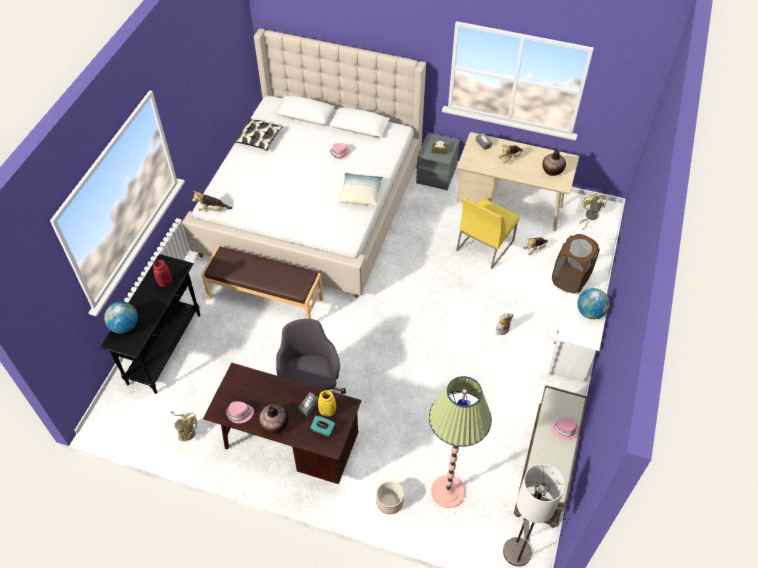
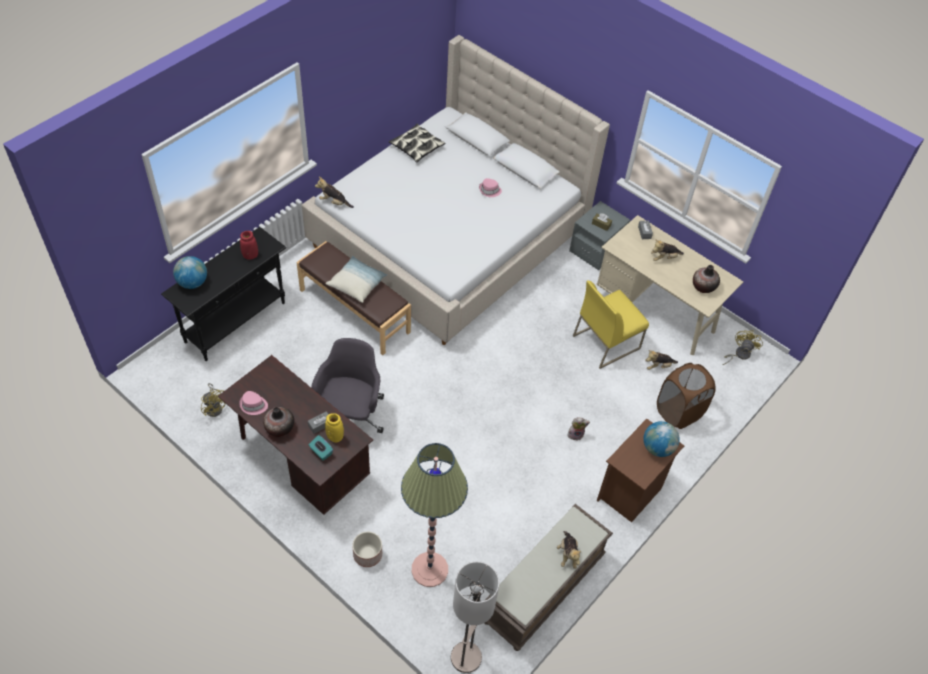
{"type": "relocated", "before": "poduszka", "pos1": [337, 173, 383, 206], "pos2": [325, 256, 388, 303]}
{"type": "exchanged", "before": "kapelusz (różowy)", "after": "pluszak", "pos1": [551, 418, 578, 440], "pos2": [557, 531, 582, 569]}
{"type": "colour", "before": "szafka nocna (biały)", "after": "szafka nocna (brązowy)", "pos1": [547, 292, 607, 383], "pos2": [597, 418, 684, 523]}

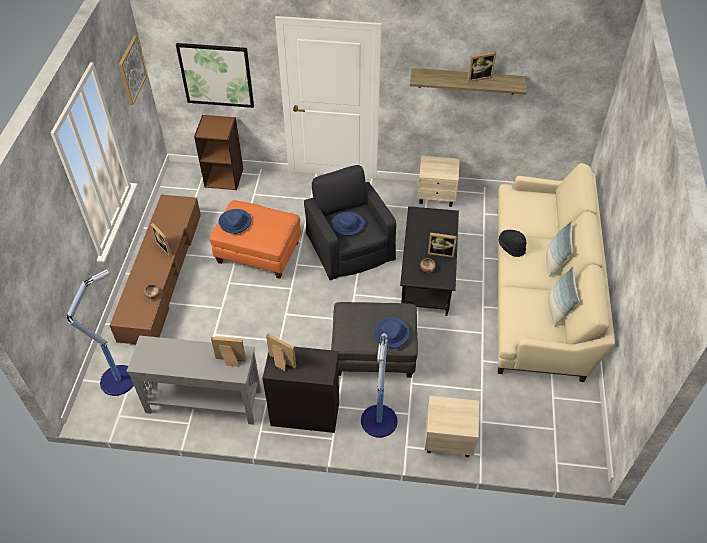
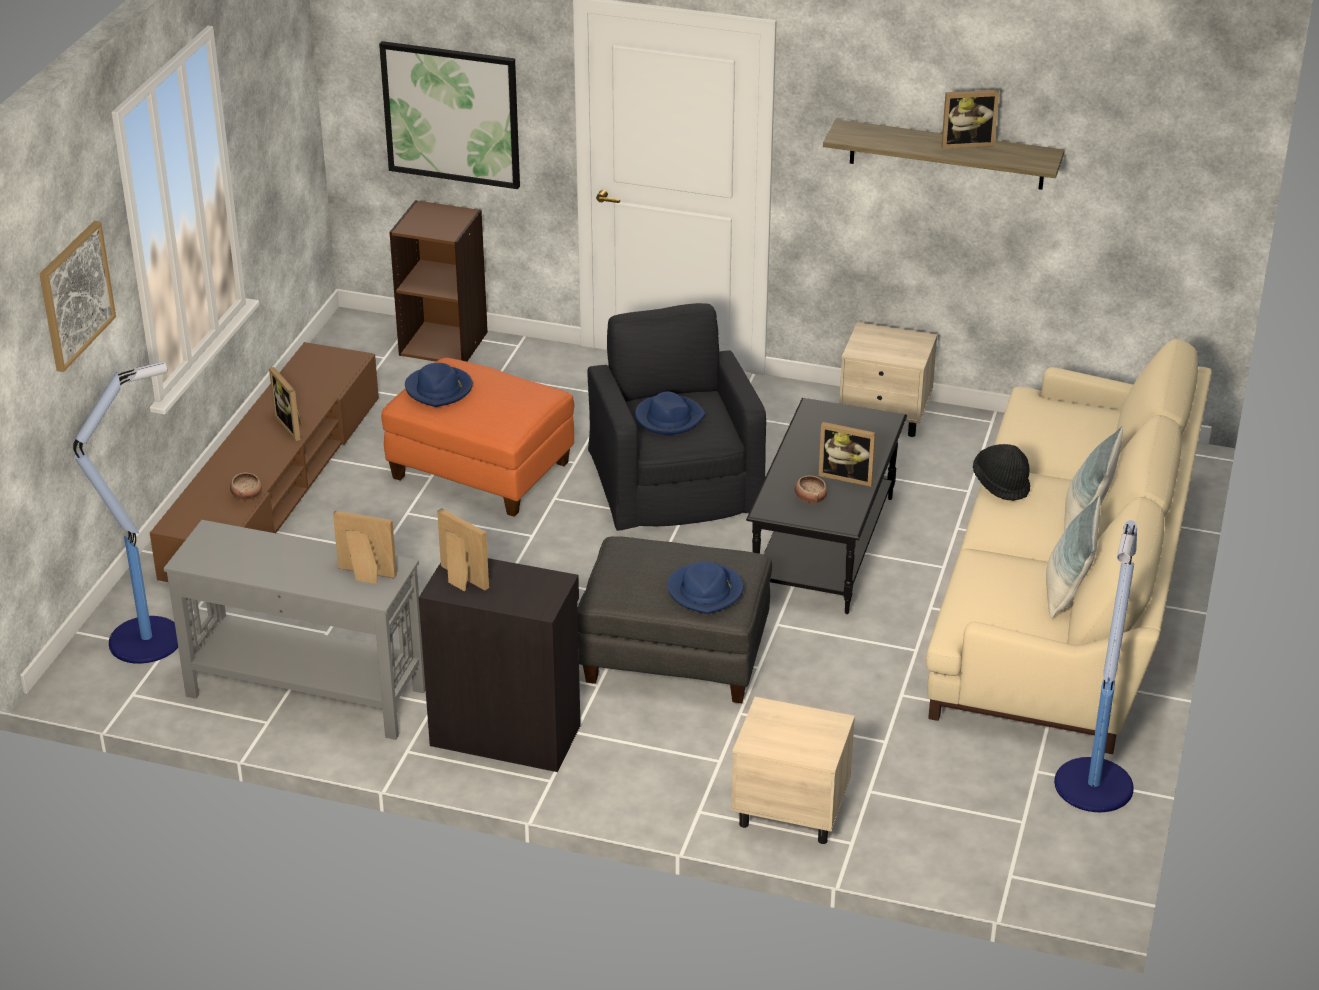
{"type": "relocated", "before": "obraz", "pos1": [119, 36, 147, 105], "pos2": [39, 221, 116, 372]}
{"type": "relocated", "before": "lampa stojąca", "pos1": [361, 333, 397, 438], "pos2": [1054, 520, 1137, 812]}

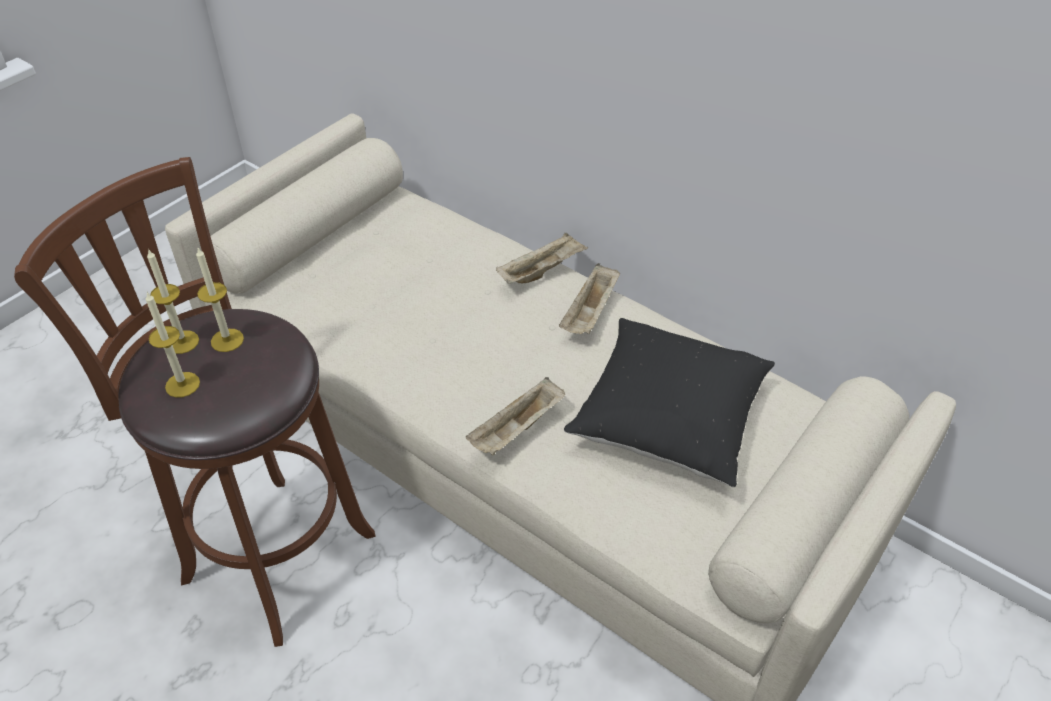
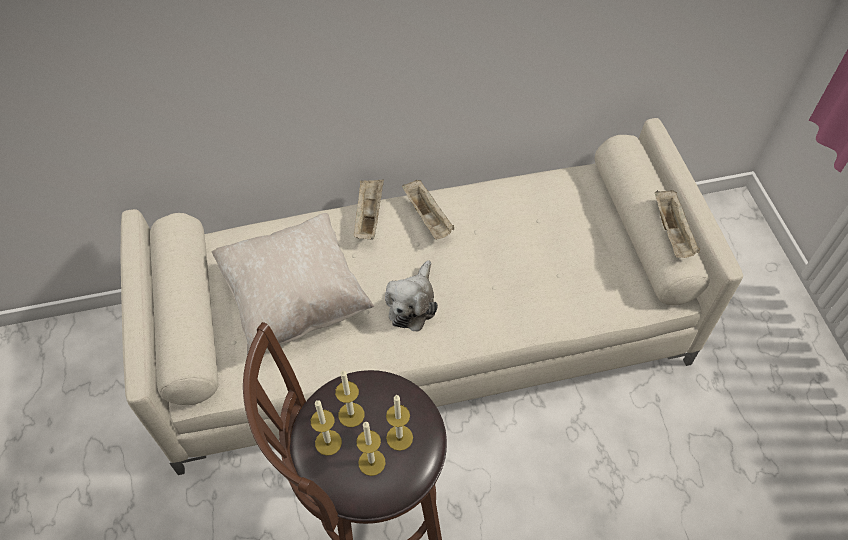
{"type": "appeared", "after": "poduszka (beżowy)", "pos2": [211, 213, 375, 355]}
{"type": "appeared", "after": "pluszak", "pos2": [385, 260, 438, 332]}
{"type": "appeared", "after": "świeca", "pos2": [386, 395, 413, 451]}
{"type": "relocated", "before": "taca (beżowy)", "pos1": [466, 377, 565, 456], "pos2": [655, 190, 700, 258]}
{"type": "missing", "before": "poduszka (czarny)", "pos1": [564, 318, 775, 487]}

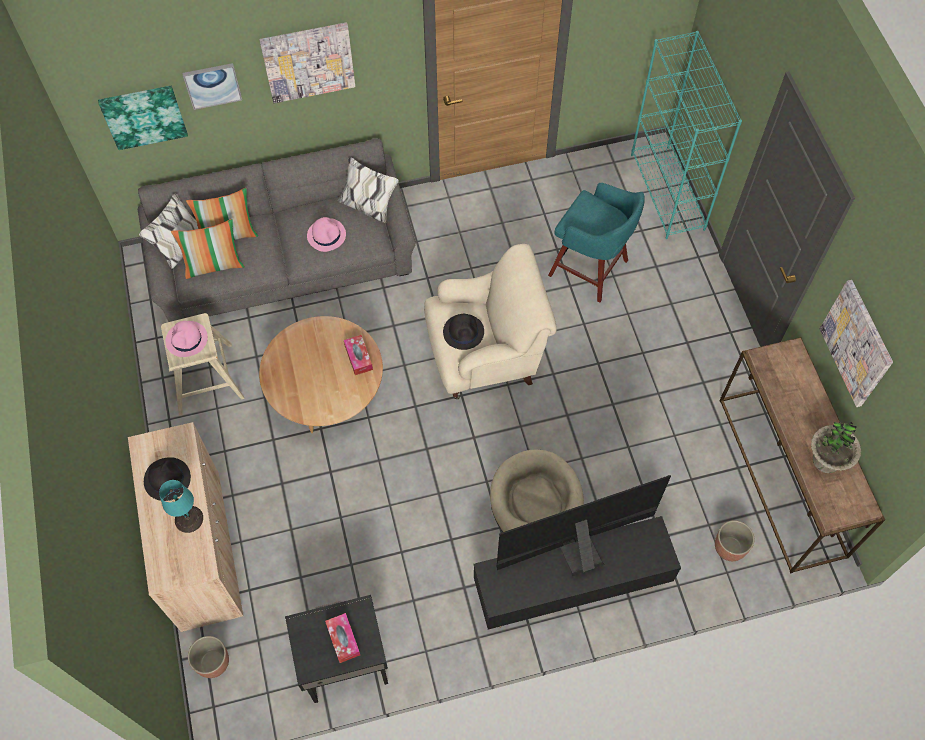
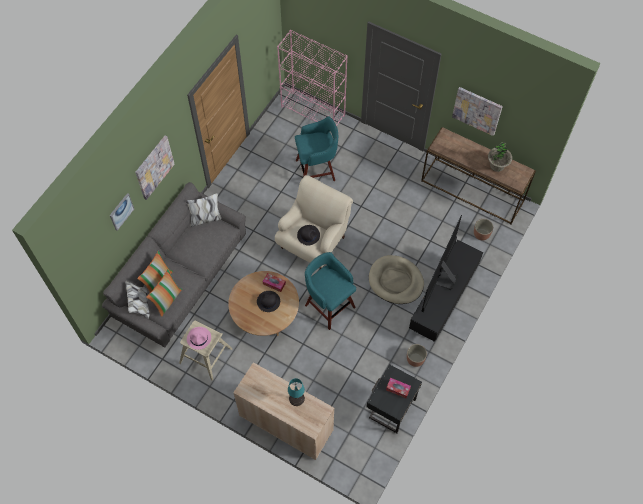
{"type": "relocated", "before": "kapelusz (czarny)", "pos1": [144, 457, 191, 501], "pos2": [257, 291, 280, 312]}
{"type": "colour", "before": "regał (turkusowy)", "after": "regał (różowy)", "pos1": [631, 31, 742, 239], "pos2": [277, 30, 348, 126]}
{"type": "appeared", "after": "stołek (turkusowy)", "pos2": [305, 252, 356, 330]}
{"type": "relocated", "before": "donica", "pos1": [188, 636, 229, 678], "pos2": [407, 344, 427, 367]}
{"type": "missing", "before": "obraz", "pos1": [98, 86, 188, 150]}
{"type": "missing", "before": "kapelusz (różowy)", "pos1": [307, 217, 346, 252]}

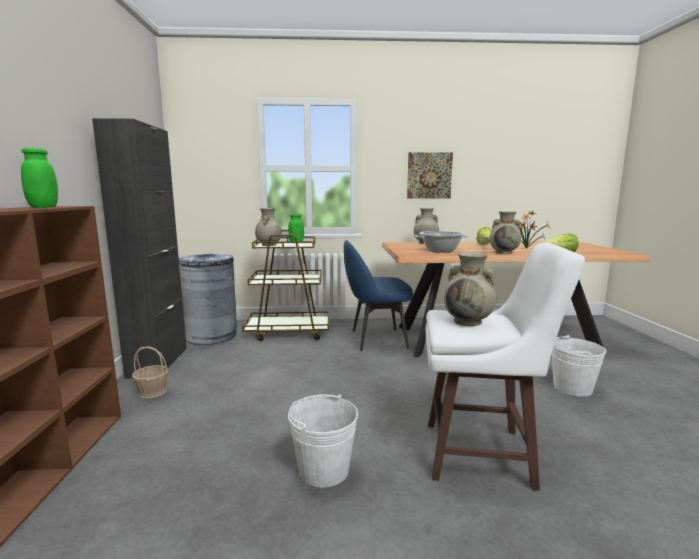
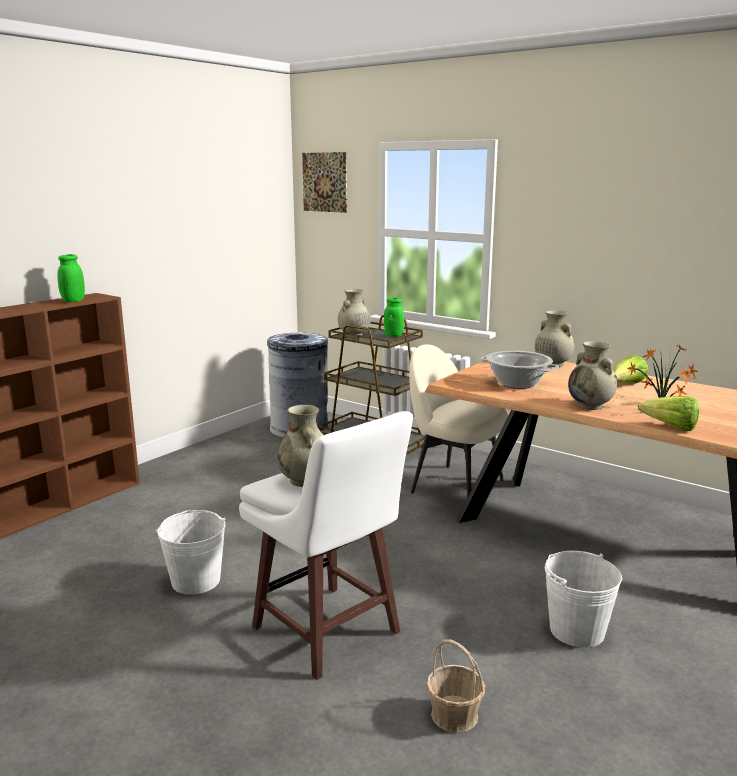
{"type": "relocated", "before": "obraz", "pos1": [407, 152, 453, 198], "pos2": [302, 152, 347, 213]}
{"type": "colour", "before": "krzesło (niebieski)", "after": "krzesło (beżowy)", "pos1": [344, 240, 413, 351], "pos2": [409, 344, 508, 498]}
{"type": "relocated", "before": "koszyk", "pos1": [132, 346, 169, 399], "pos2": [426, 639, 485, 733]}
{"type": "missing", "before": "szafka (czarny)", "pos1": [92, 118, 187, 379]}

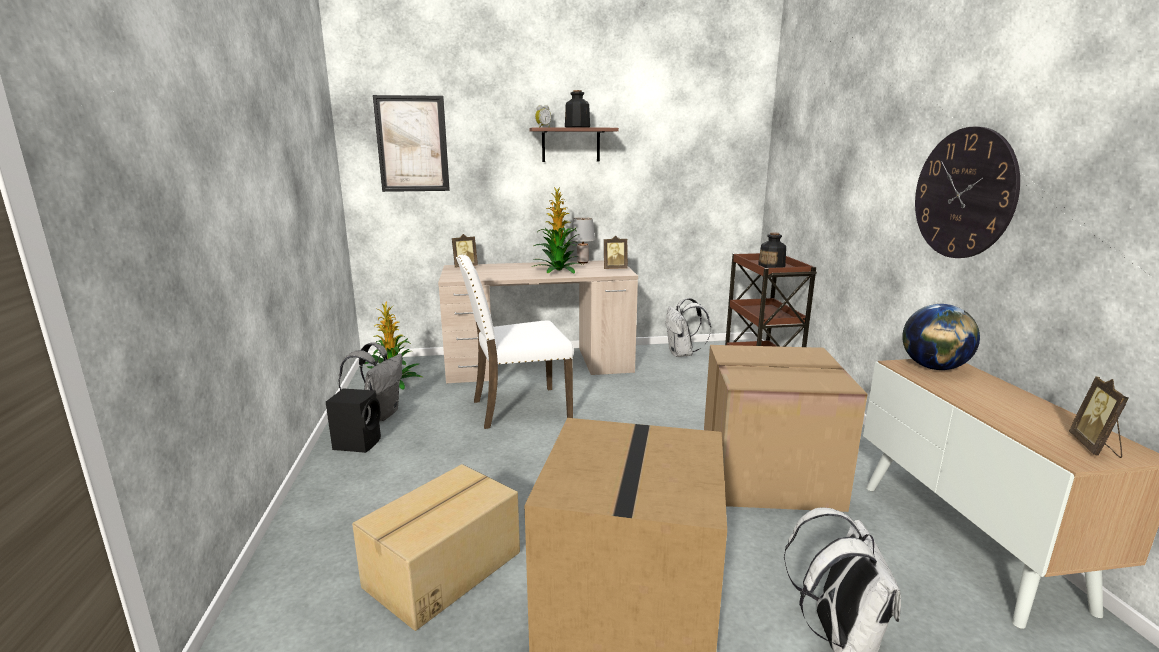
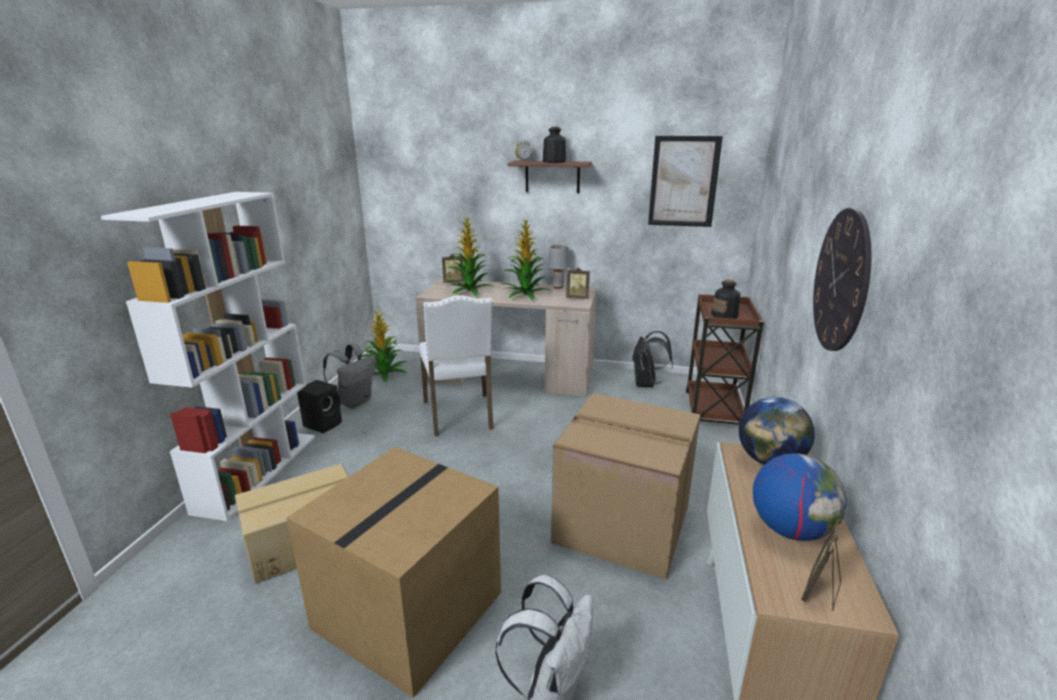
{"type": "appeared", "after": "regał (biały)", "pos2": [101, 192, 315, 521]}
{"type": "spun", "before": "krzesło (biały)", "pos1": [456, 255, 574, 429], "pos2": [419, 295, 494, 437], "turn": -105}
{"type": "appeared", "after": "roślina doniczkowa", "pos2": [445, 217, 495, 296]}
{"type": "colour", "before": "plecak (biały)", "after": "plecak (czarny)", "pos1": [665, 298, 711, 357], "pos2": [631, 331, 673, 388]}
{"type": "relocated", "before": "obraz", "pos1": [373, 95, 450, 192], "pos2": [648, 136, 723, 227]}
{"type": "appeared", "after": "globus", "pos2": [753, 453, 847, 541]}

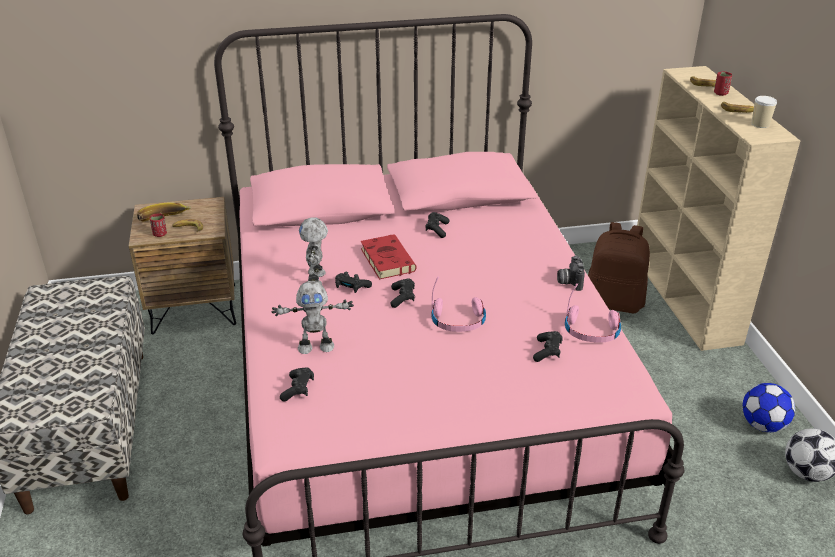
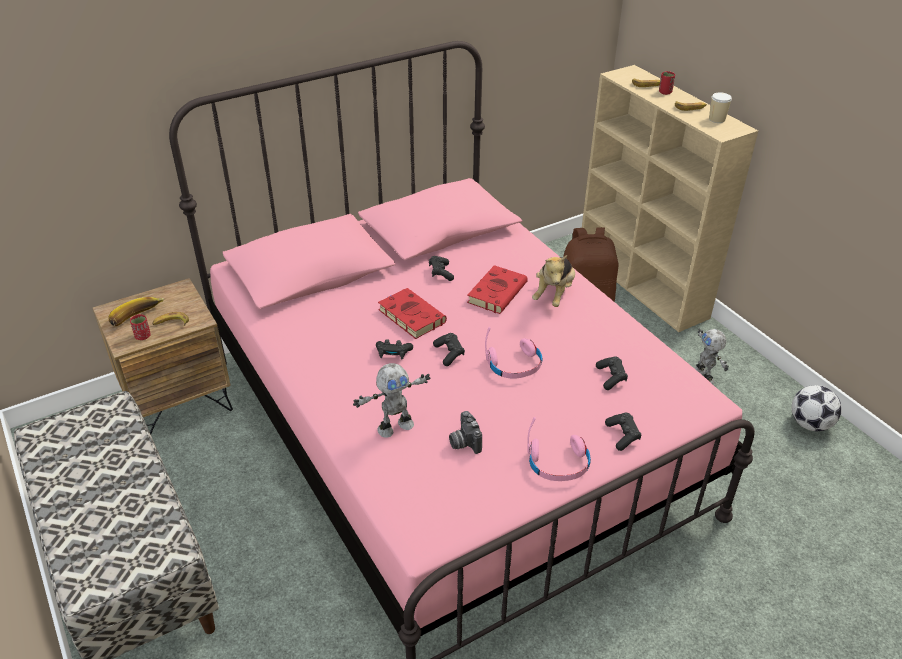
{"type": "relocated", "before": "aparat fotograficzny", "pos1": [557, 256, 585, 291], "pos2": [449, 411, 482, 454]}
{"type": "appeared", "after": "książka (czerwony)", "pos2": [467, 265, 528, 314]}
{"type": "relocated", "before": "słuchawki (różowy)", "pos1": [565, 283, 621, 343], "pos2": [528, 417, 591, 481]}
{"type": "appeared", "after": "pluszak", "pos2": [532, 255, 575, 307]}
{"type": "relocated", "before": "pad do gier (czarny)", "pos1": [280, 367, 314, 402], "pos2": [605, 413, 641, 451]}
{"type": "relocated", "before": "robot zabawkowy", "pos1": [299, 217, 328, 284], "pos2": [694, 328, 729, 384]}
{"type": "missing", "before": "piłka futbolowa", "pos1": [742, 383, 795, 432]}

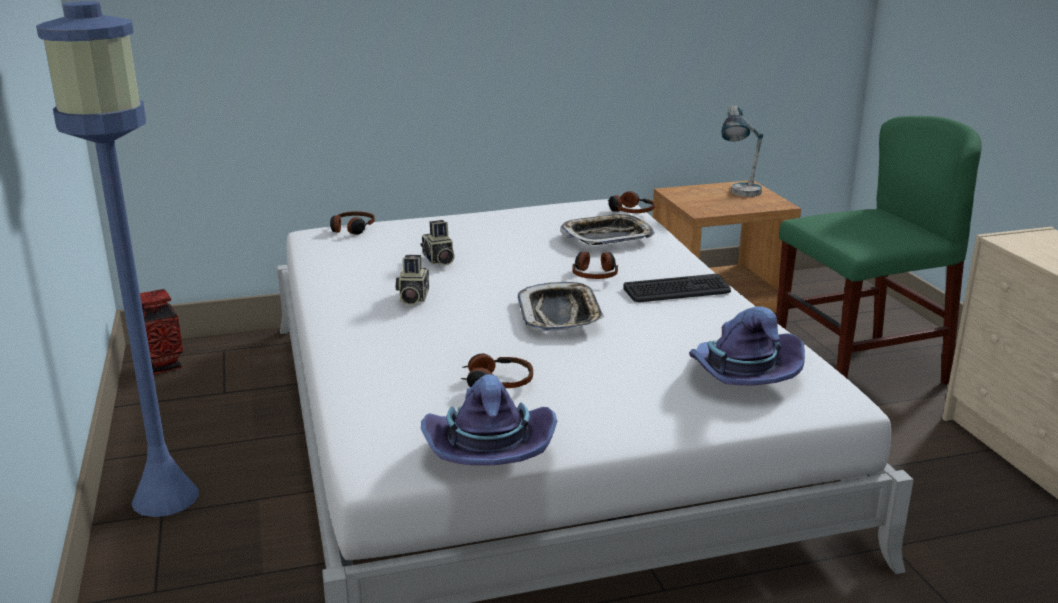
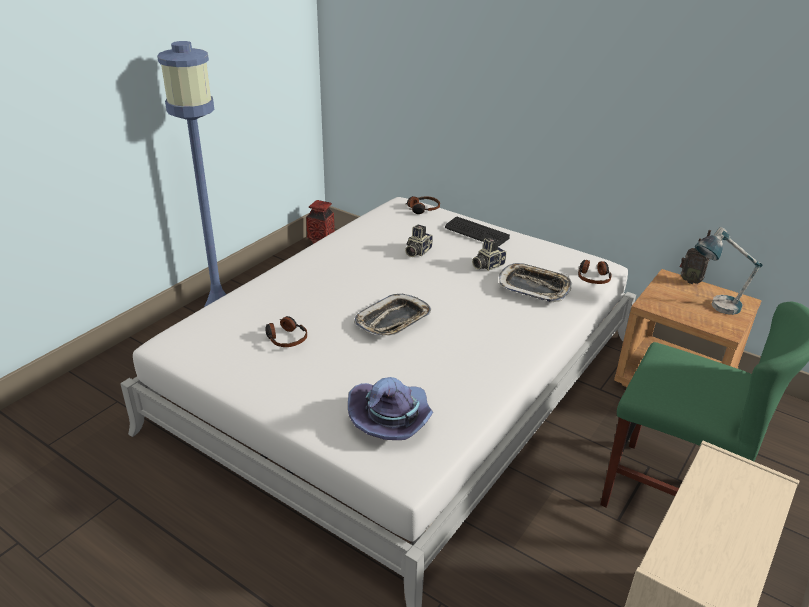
{"type": "relocated", "before": "klawiatura", "pos1": [623, 274, 731, 302], "pos2": [445, 217, 510, 246]}
{"type": "relocated", "before": "aparat fotograficzny", "pos1": [395, 255, 429, 305], "pos2": [472, 238, 506, 271]}
{"type": "appeared", "after": "radio", "pos2": [680, 230, 711, 284]}
{"type": "missing", "before": "kapelusz (fioletowy)", "pos1": [421, 374, 557, 465]}
{"type": "missing", "before": "słuchawki", "pos1": [573, 252, 618, 279]}

